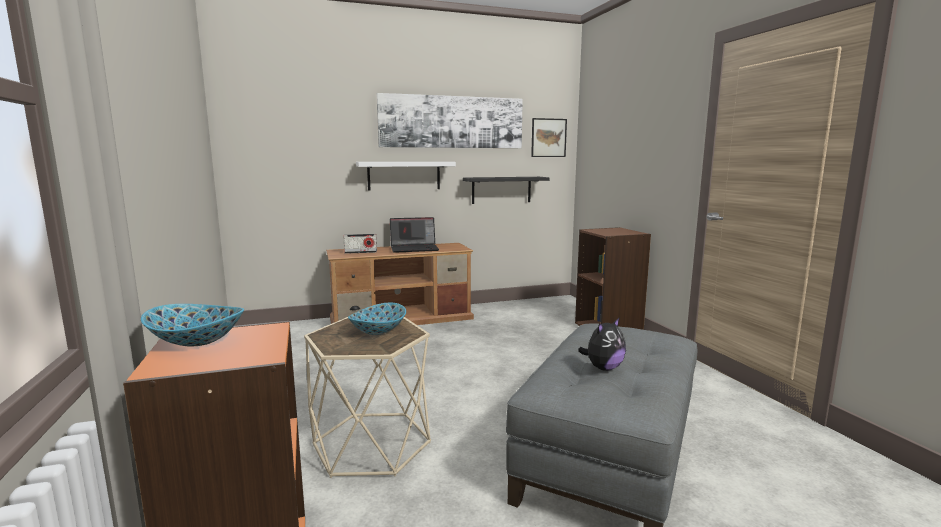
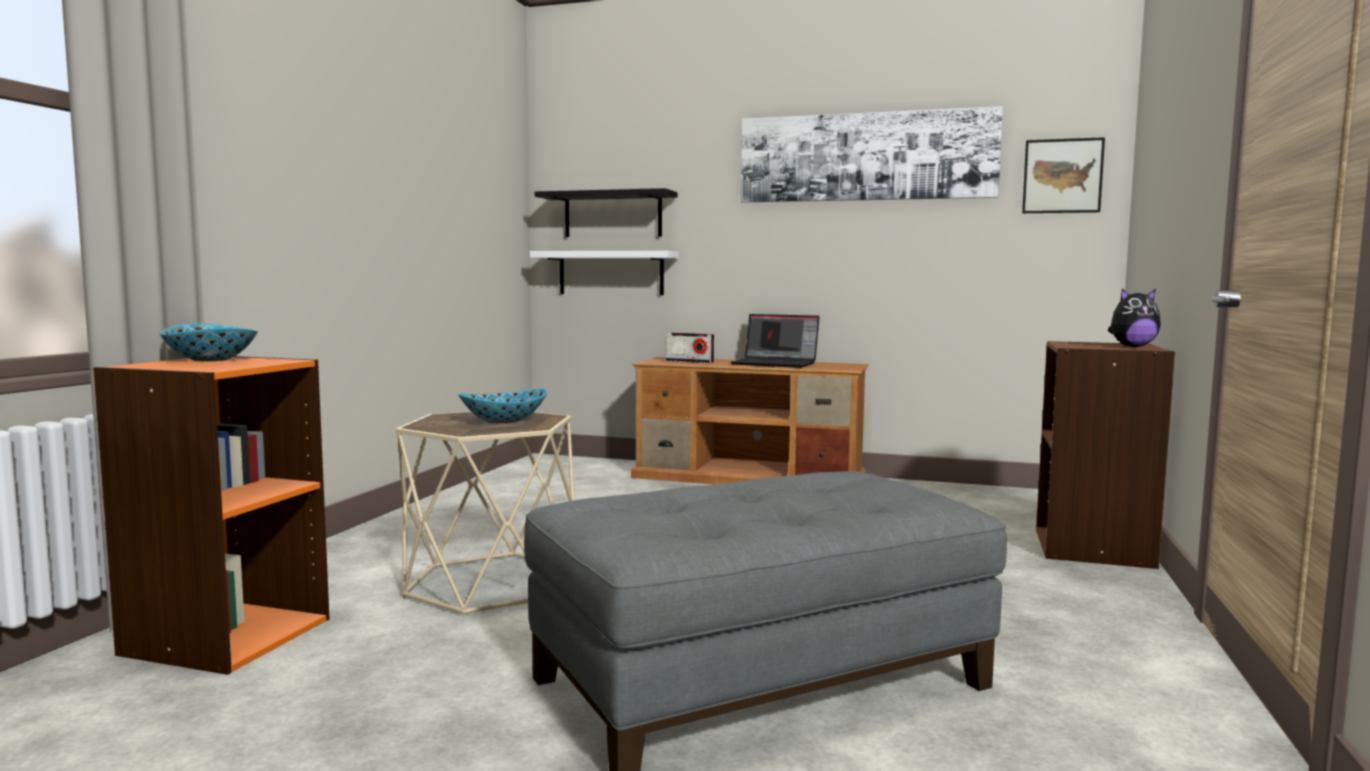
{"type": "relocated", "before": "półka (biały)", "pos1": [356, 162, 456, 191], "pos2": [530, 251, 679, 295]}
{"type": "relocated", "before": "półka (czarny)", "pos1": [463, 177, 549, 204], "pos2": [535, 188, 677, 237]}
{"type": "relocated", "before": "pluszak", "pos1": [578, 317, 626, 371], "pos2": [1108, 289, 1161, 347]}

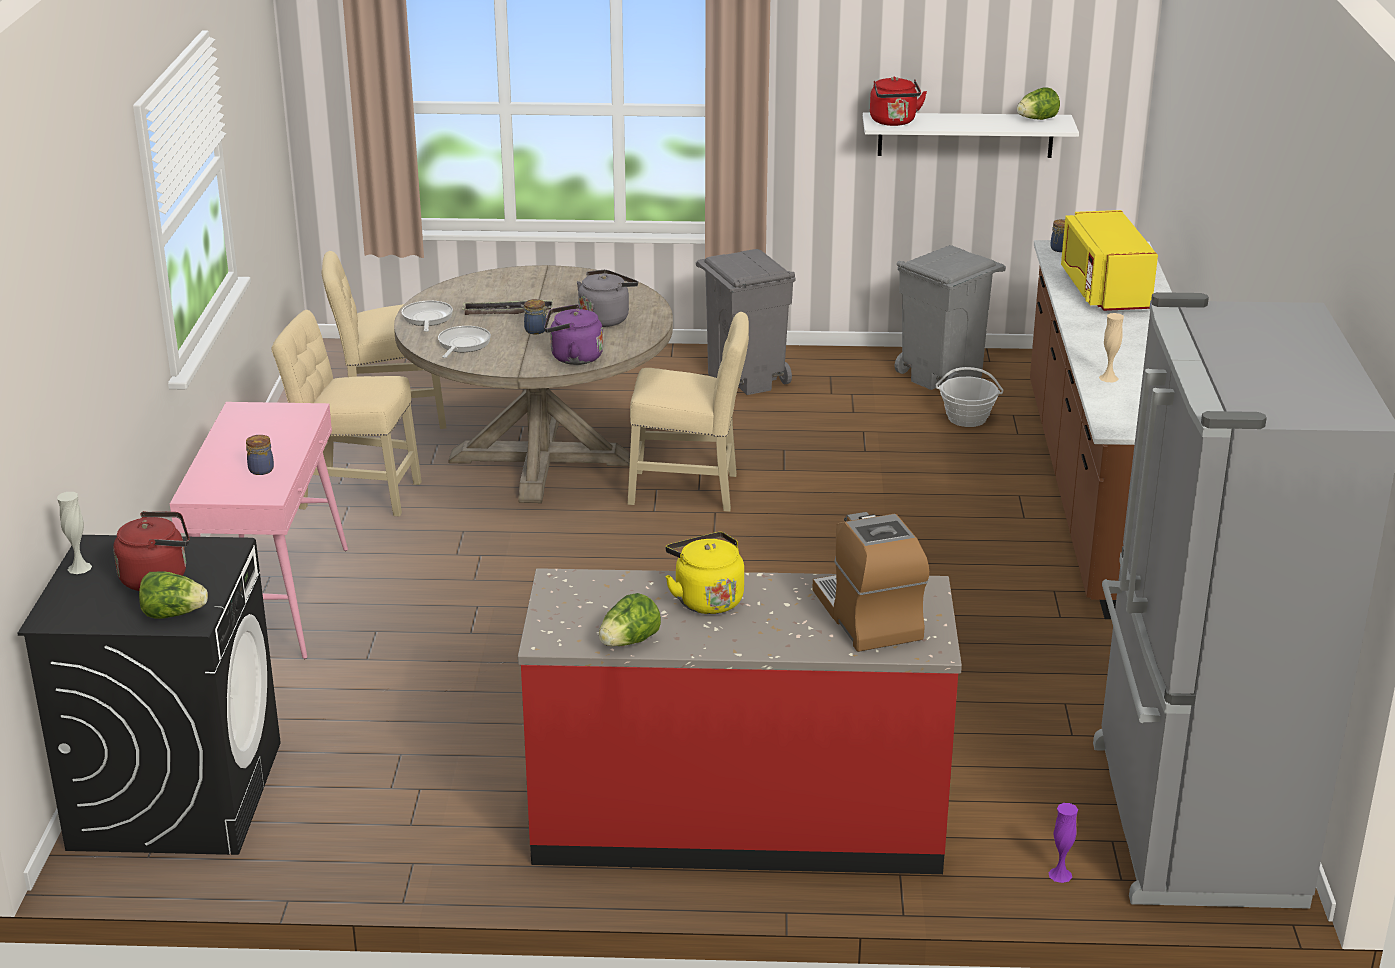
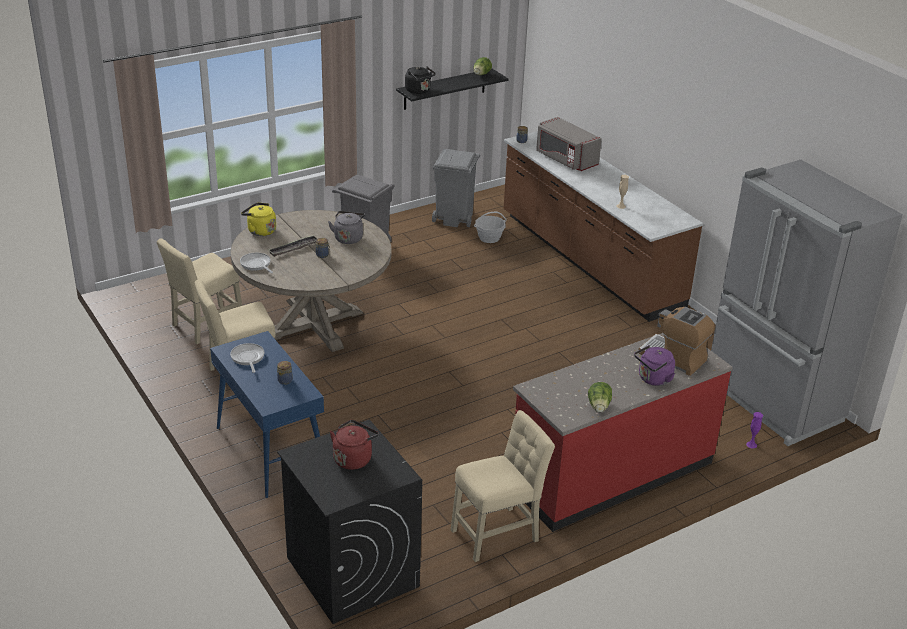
{"type": "colour", "before": "stolik konsolowy (różowy)", "after": "stolik konsolowy (niebieski)", "pos1": [170, 402, 348, 659], "pos2": [210, 331, 324, 498]}
{"type": "relocated", "before": "patelnia", "pos1": [438, 326, 491, 358], "pos2": [230, 343, 265, 373]}
{"type": "relocated", "before": "czajnik (żółty)", "pos1": [665, 532, 744, 614], "pos2": [241, 202, 276, 236]}
{"type": "colour", "before": "półka (biały)", "after": "półka (czarny)", "pos1": [863, 113, 1079, 158], "pos2": [396, 69, 508, 110]}
{"type": "colour", "before": "czajnik (czerwony)", "after": "czajnik (czarny)", "pos1": [870, 77, 927, 126], "pos2": [405, 67, 436, 94]}
{"type": "relocated", "before": "krzesło (beżowy)", "pos1": [627, 312, 749, 512], "pos2": [451, 410, 555, 562]}
{"type": "colour", "before": "mikrofalówka (żółty)", "after": "mikrofalówka (szary)", "pos1": [1061, 210, 1158, 311], "pos2": [536, 117, 602, 171]}
{"type": "relocated", "before": "czajnik (fioletowy)", "pos1": [544, 304, 603, 365], "pos2": [634, 345, 675, 386]}
{"type": "missing", "before": "wazon (biały)", "pos1": [57, 492, 92, 574]}
{"type": "missing", "before": "sałata", "pos1": [139, 571, 208, 619]}

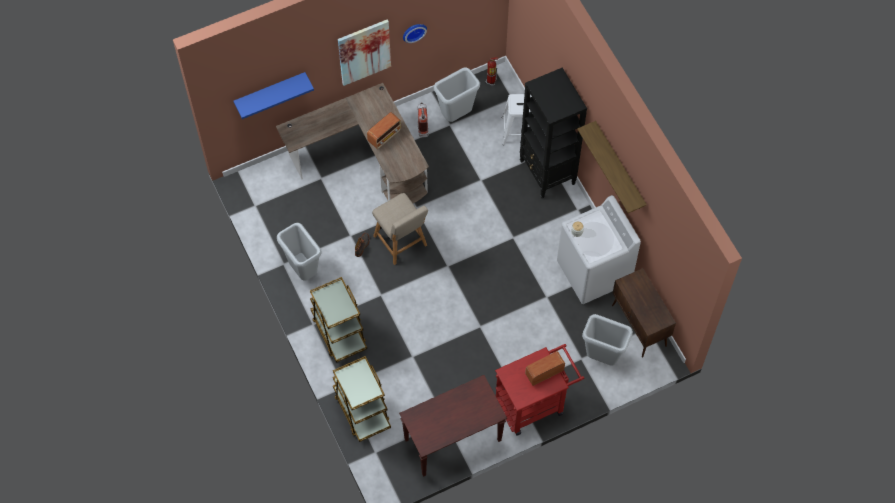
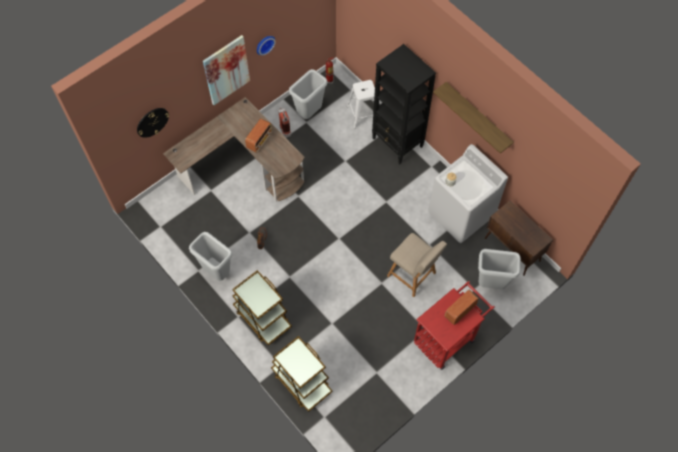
{"type": "exchanged", "before": "półka (niebieski)", "after": "zegar ścienny", "pos1": [233, 72, 314, 119], "pos2": [137, 108, 169, 138]}
{"type": "relocated", "before": "krzesło (beżowy)", "pos1": [372, 193, 428, 265], "pos2": [387, 233, 447, 297]}
{"type": "missing", "before": "stolik konsolowy (brązowy)", "pos1": [399, 375, 507, 477]}

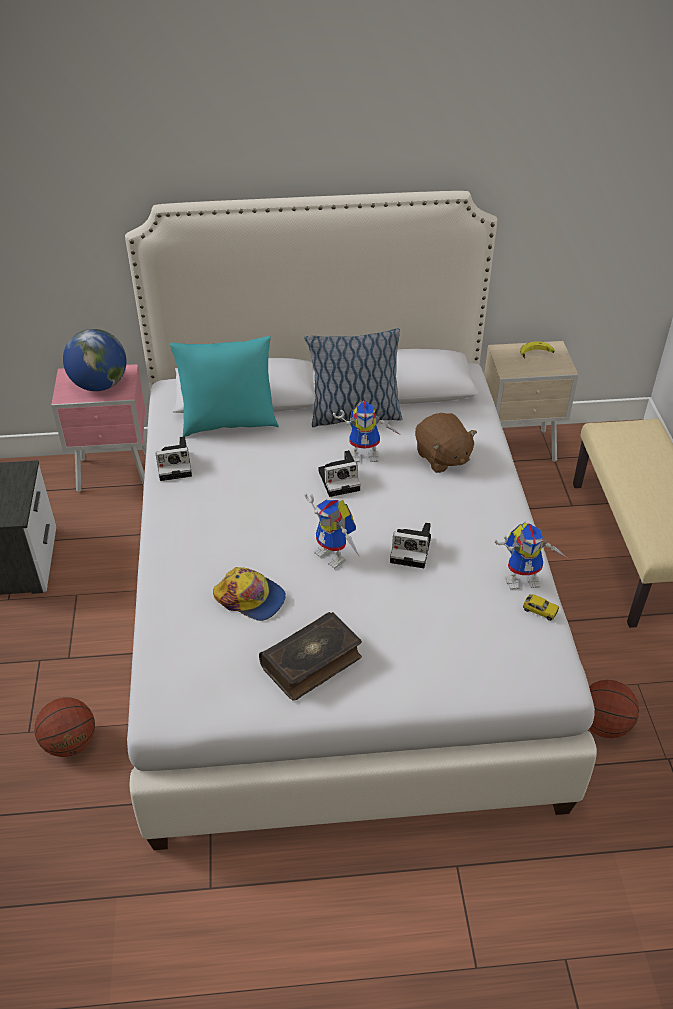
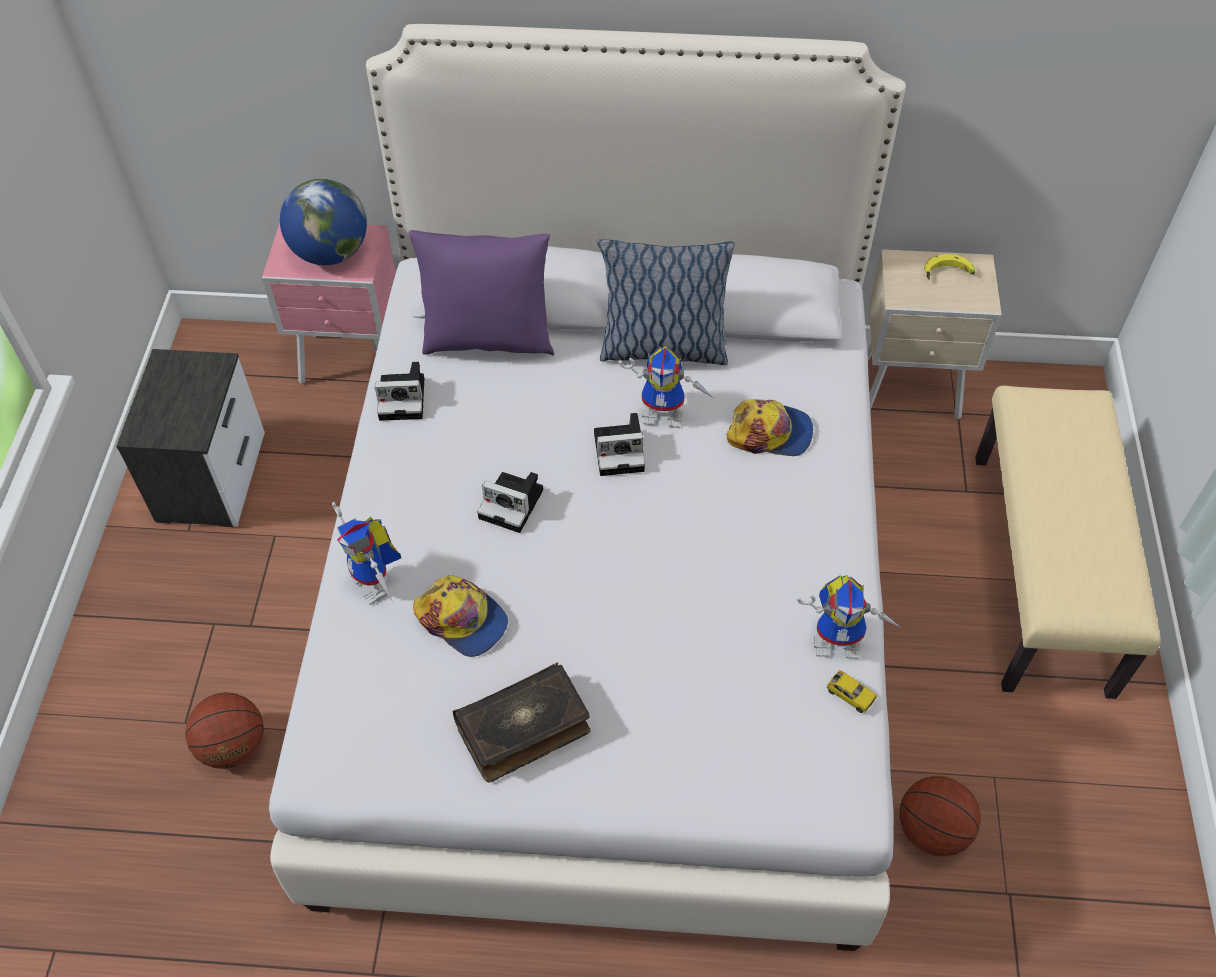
{"type": "relocated", "before": "robot zabawkowy", "pos1": [305, 493, 360, 569], "pos2": [332, 502, 401, 605]}
{"type": "colour", "before": "poduszka (turkusowy)", "after": "poduszka (fioletowy)", "pos1": [170, 336, 279, 437], "pos2": [409, 230, 554, 356]}
{"type": "relocated", "before": "aparat fotograficzny", "pos1": [390, 522, 431, 568], "pos2": [477, 472, 543, 533]}
{"type": "exchanged", "before": "pluszak (brązowy)", "after": "czapka z daszkiem", "pos1": [415, 413, 477, 473], "pos2": [726, 399, 813, 456]}

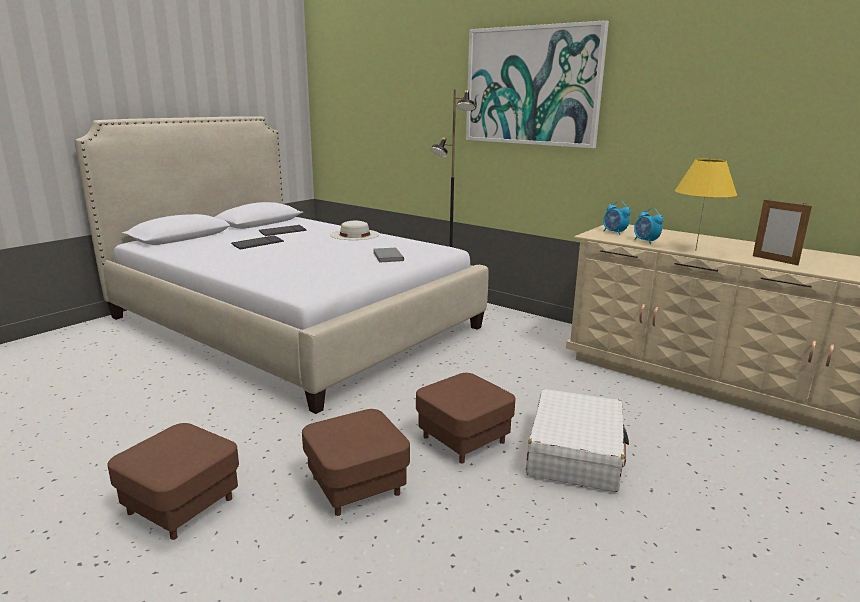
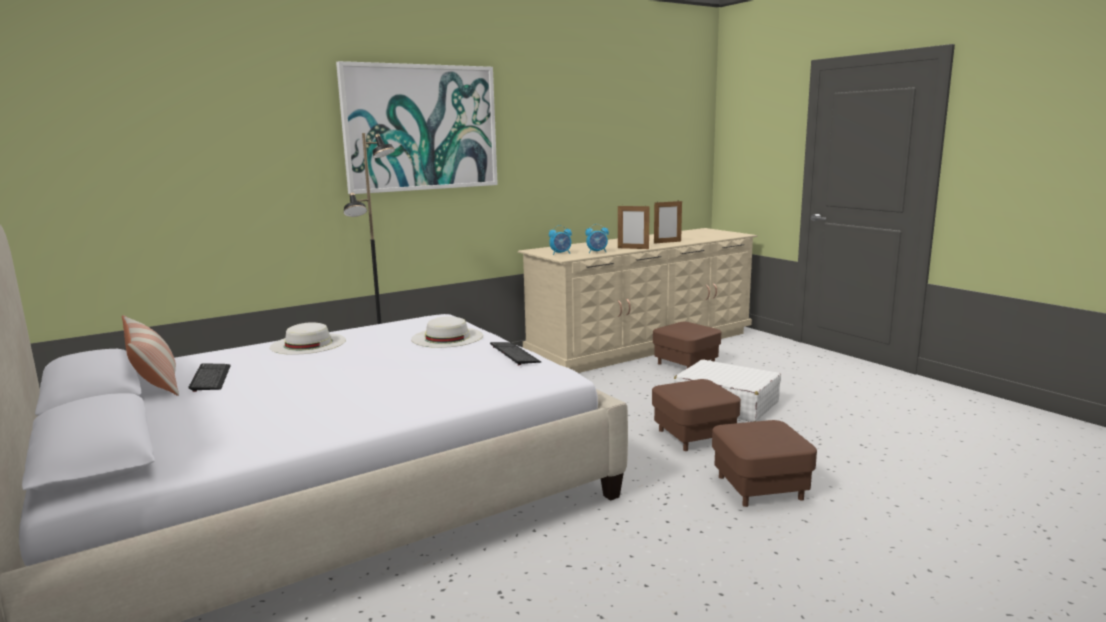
{"type": "appeared", "after": "poduszka", "pos2": [122, 315, 179, 396]}
{"type": "exchanged", "before": "książka (szary)", "after": "kapelusz (biały)", "pos1": [373, 248, 404, 263], "pos2": [411, 316, 483, 348]}
{"type": "relocated", "before": "klawiatura", "pos1": [231, 235, 284, 249], "pos2": [490, 342, 541, 365]}
{"type": "exchanged", "before": "lampa stołowa (żółty)", "after": "ramka na zdjęcie", "pos1": [675, 159, 737, 251], "pos2": [618, 204, 650, 249]}
{"type": "relocated", "before": "pufa (brązowy)", "pos1": [107, 423, 239, 540], "pos2": [653, 322, 721, 368]}

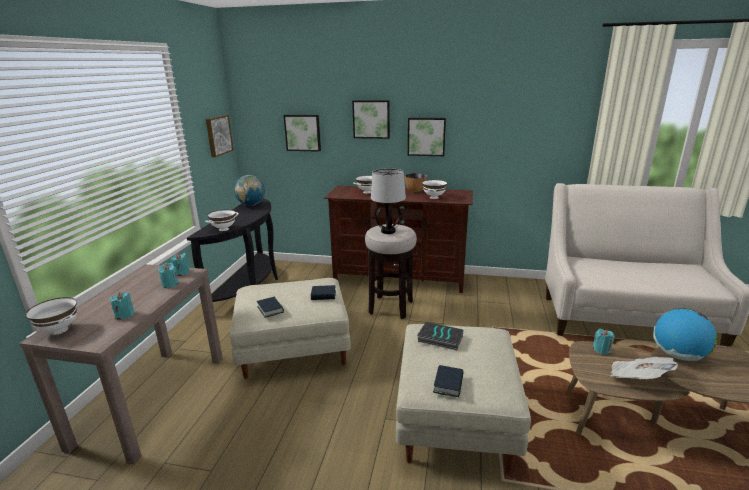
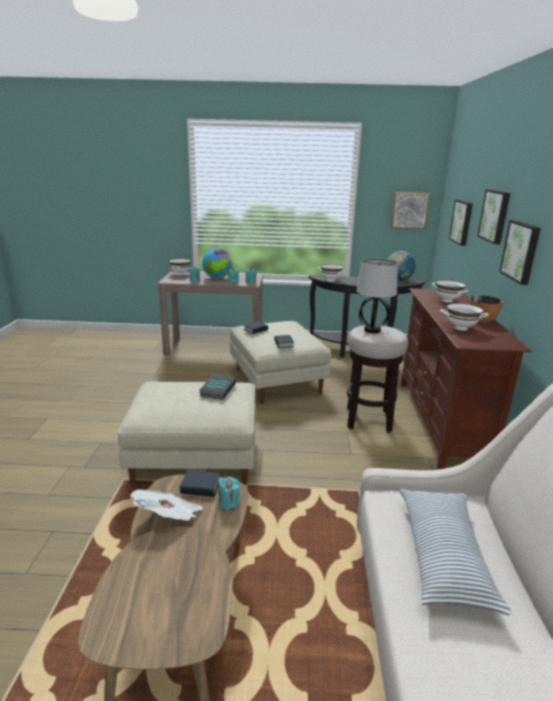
{"type": "relocated", "before": "książka", "pos1": [433, 365, 464, 397], "pos2": [180, 470, 220, 497]}
{"type": "relocated", "before": "globus", "pos1": [653, 308, 717, 361], "pos2": [202, 249, 232, 279]}
{"type": "appeared", "after": "poduszka", "pos2": [400, 488, 512, 615]}

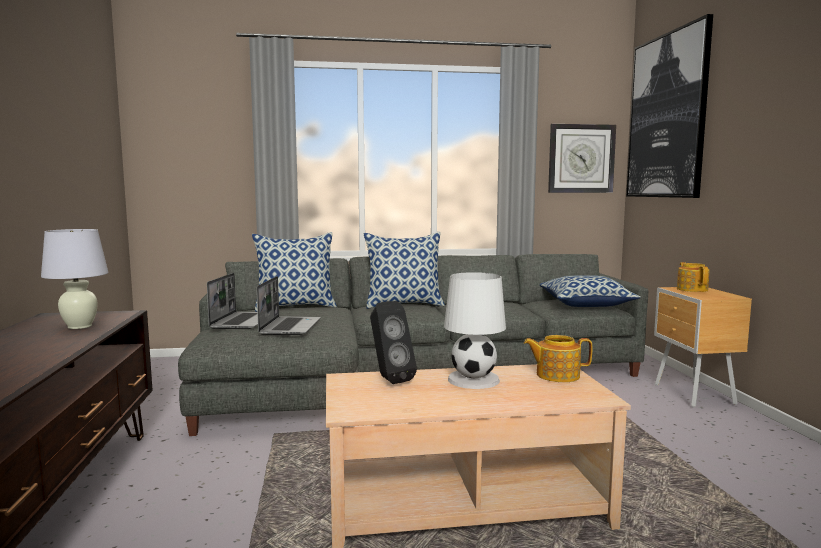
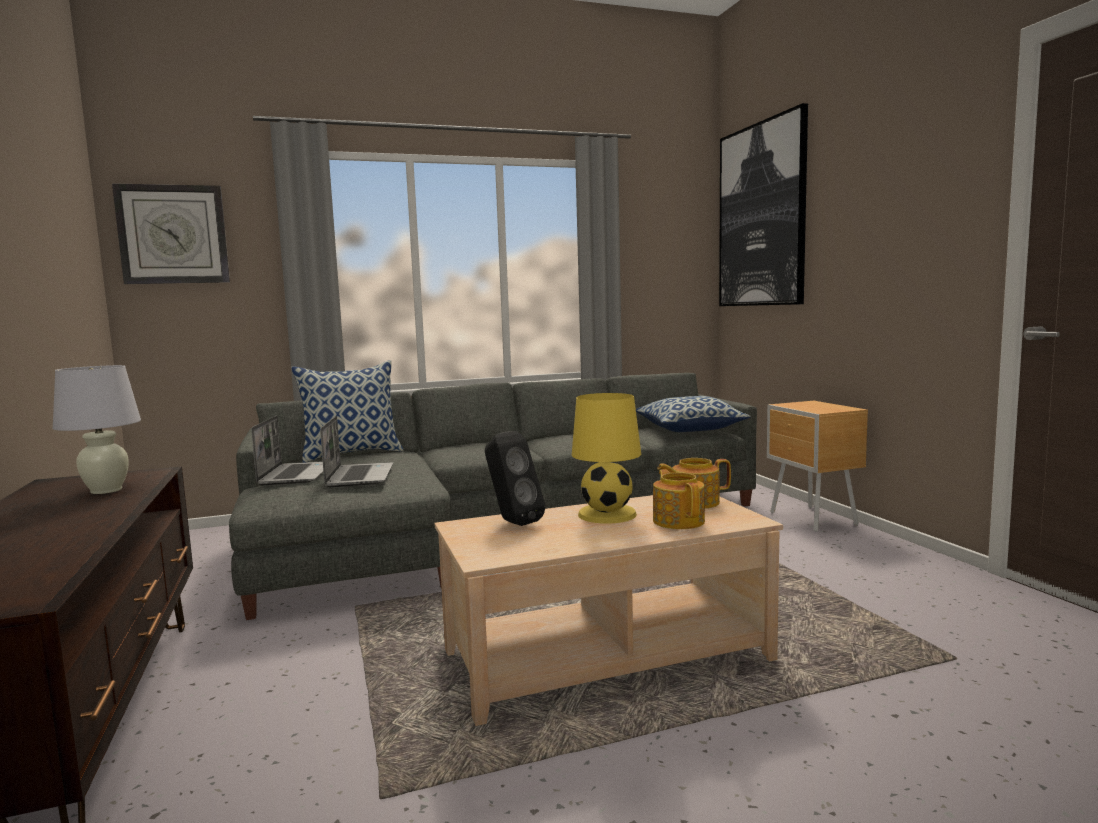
{"type": "relocated", "before": "zegar ścienny", "pos1": [548, 124, 616, 193], "pos2": [112, 183, 230, 284]}
{"type": "colour", "before": "lampa stołowa (biały)", "after": "lampa stołowa (żółty)", "pos1": [444, 272, 506, 389], "pos2": [572, 393, 641, 524]}
{"type": "relocated", "before": "imbryk", "pos1": [677, 262, 710, 292], "pos2": [653, 469, 705, 529]}
{"type": "missing", "before": "poduszka", "pos1": [364, 232, 445, 309]}

